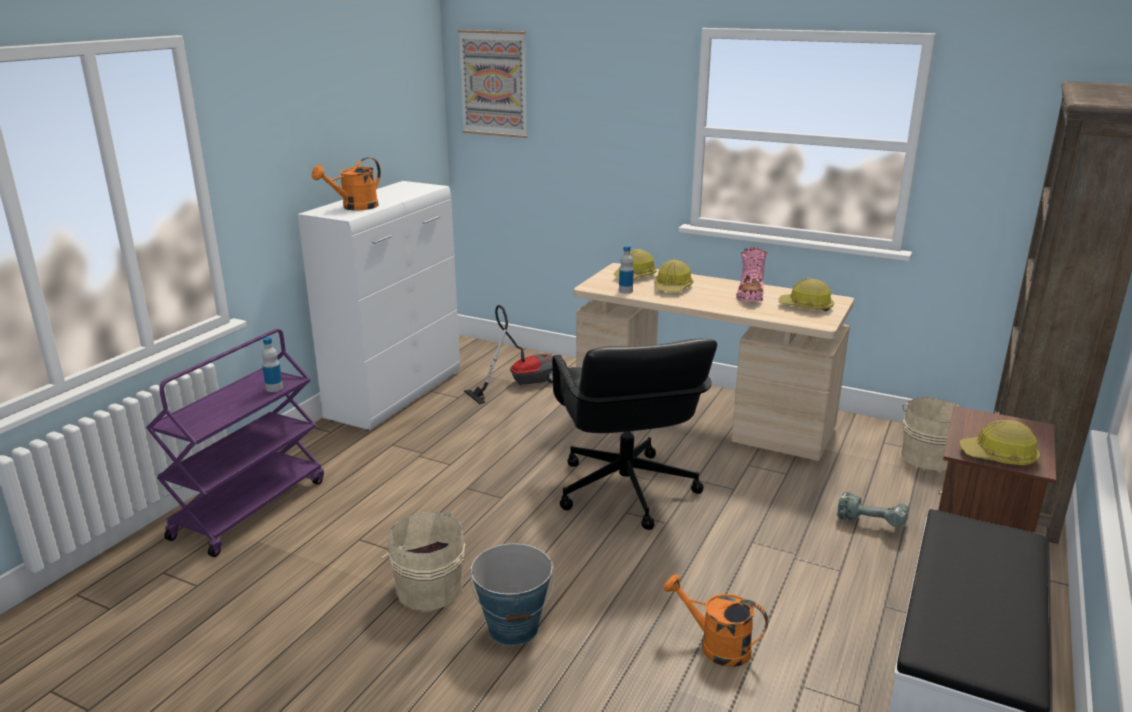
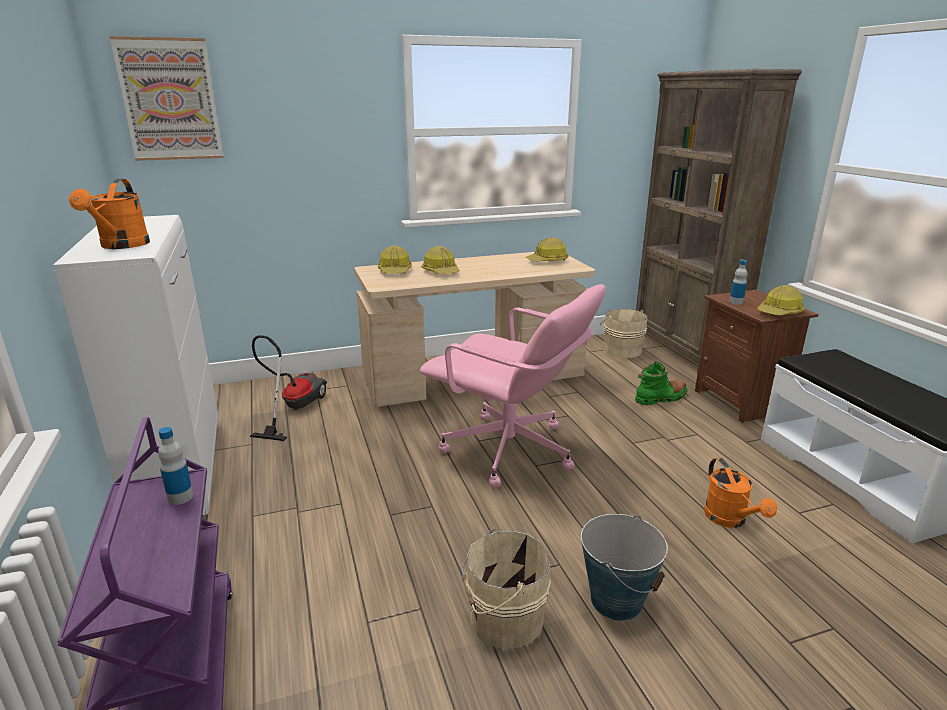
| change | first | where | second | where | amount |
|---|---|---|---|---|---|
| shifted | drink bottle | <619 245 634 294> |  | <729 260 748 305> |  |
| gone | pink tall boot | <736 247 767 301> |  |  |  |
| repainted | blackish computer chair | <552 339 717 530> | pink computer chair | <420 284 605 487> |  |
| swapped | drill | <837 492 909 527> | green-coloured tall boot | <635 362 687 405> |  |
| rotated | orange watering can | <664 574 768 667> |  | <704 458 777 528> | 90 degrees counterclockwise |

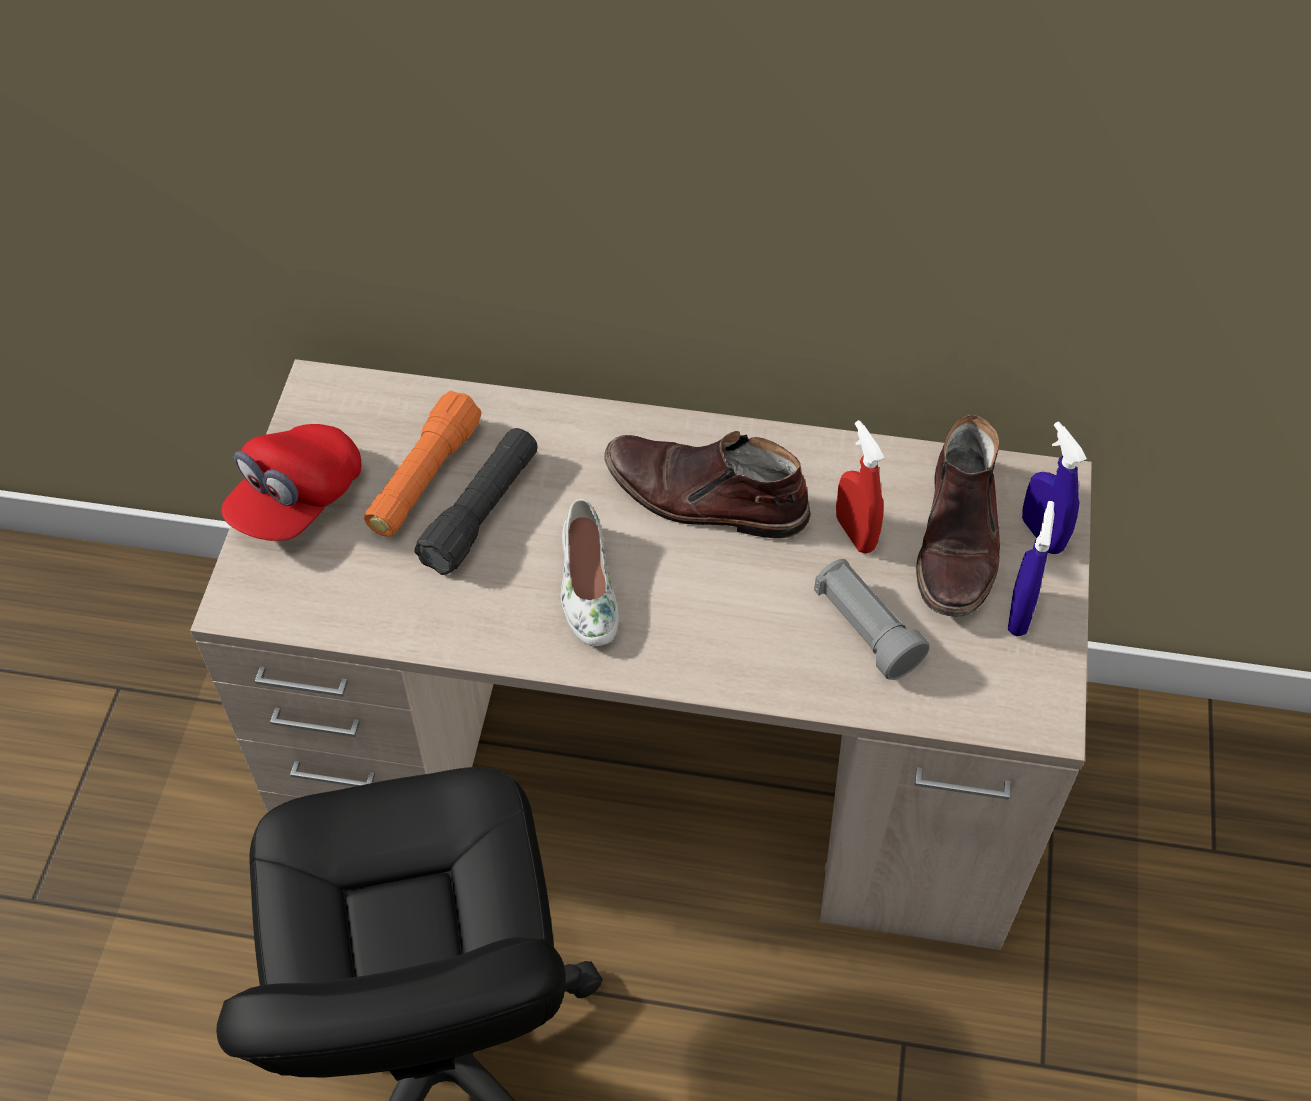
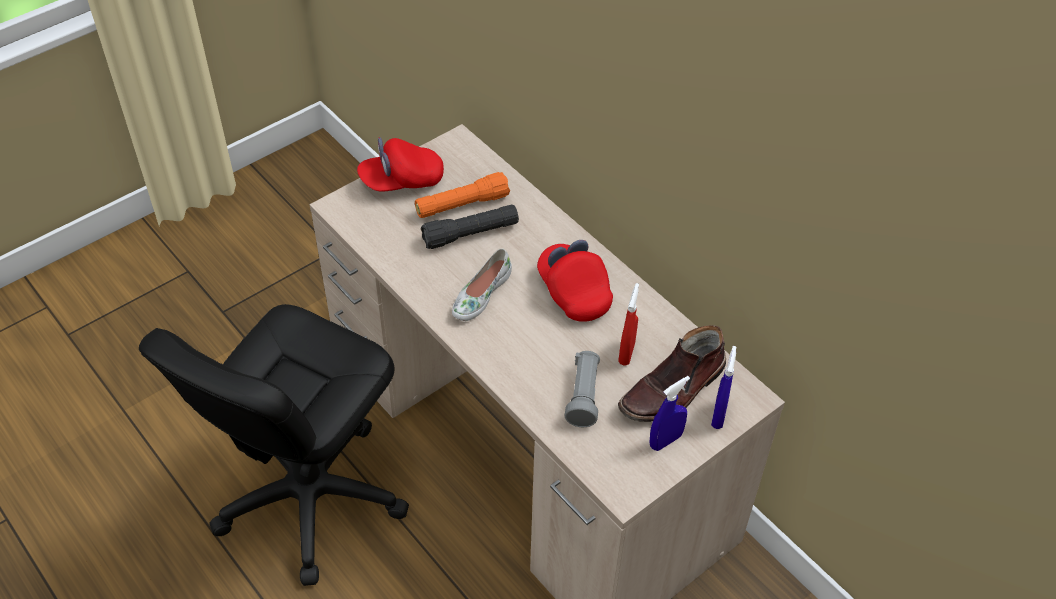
| change | first | where | second | where | amount |
|---|---|---|---|---|---|
| swapped | brown tall boot | <604 431 811 539> | red-coloured cap | <537 240 613 322> |  |

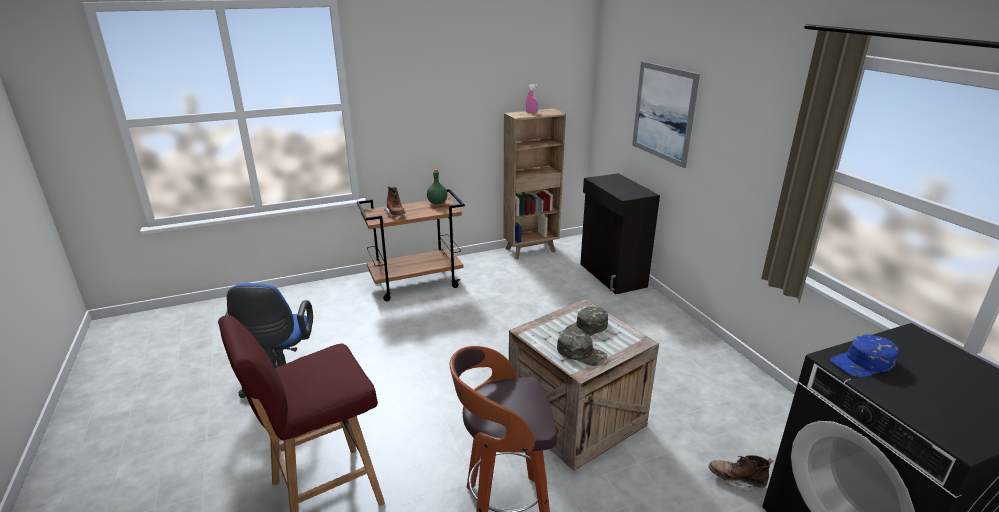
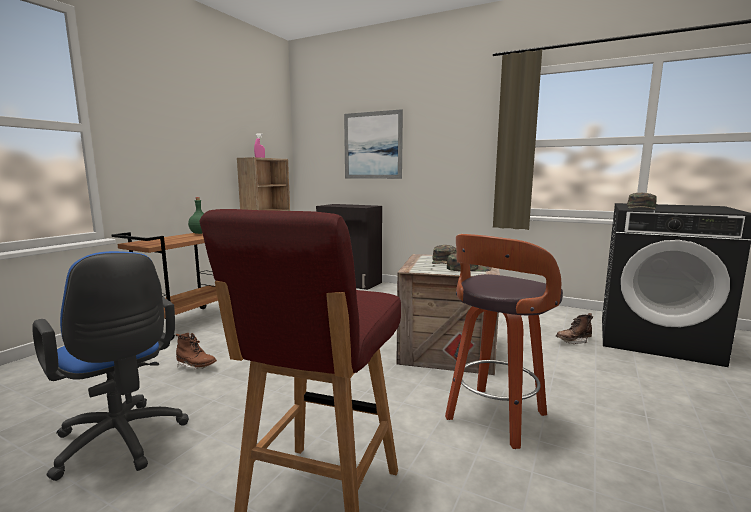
| change | first | where | second | where | amount |
|---|---|---|---|---|---|
| shifted | brown tall boot | <384 186 406 216> |  | <176 333 217 369> |  |
| repainted | bluish cap | <830 334 899 378> | green-coloured cap | <627 193 657 209> |  |

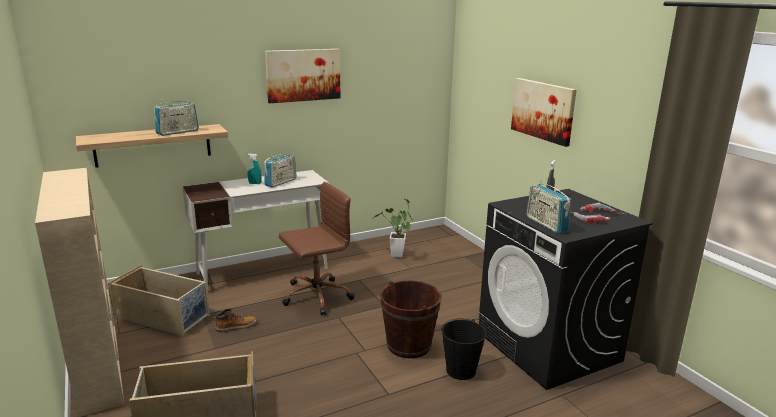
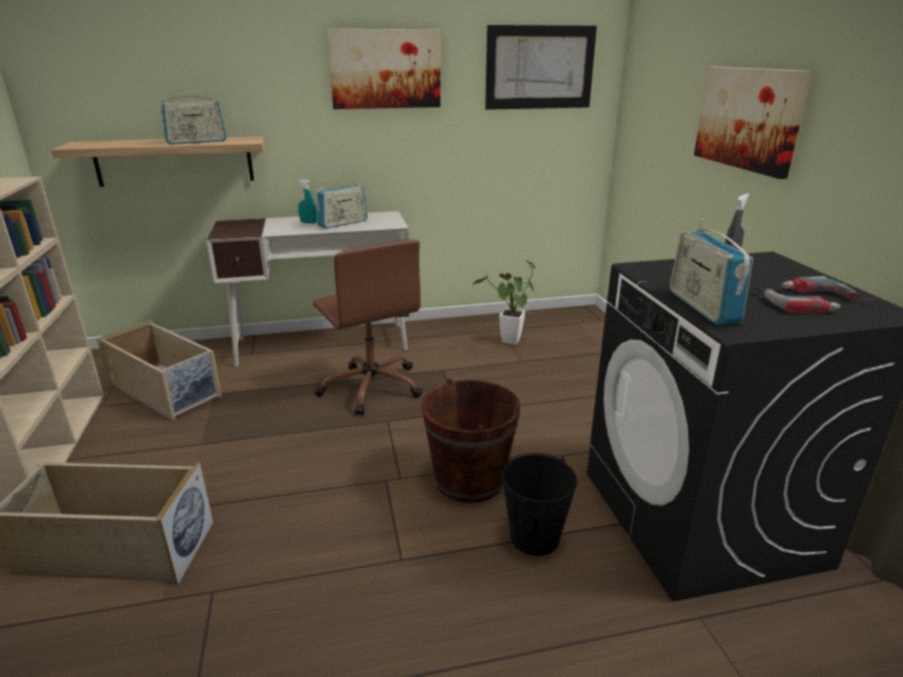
| change | first | where | second | where | amount |
|---|---|---|---|---|---|
| rotated | brown computer chair | <279 182 354 316> |  | <313 239 422 415> | 75 degrees clockwise |
| gone | tall boot | <214 309 256 332> |  |  |  |
| new |  |  | picture | <485 25 597 110> |  |

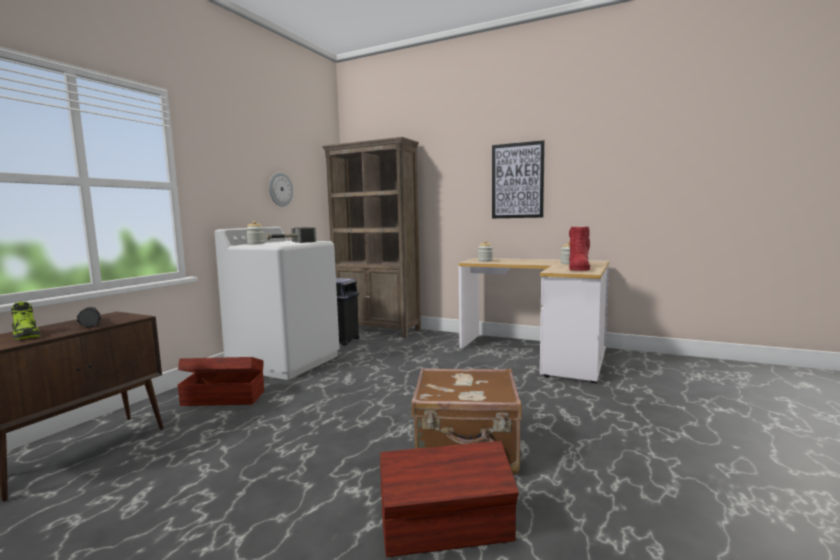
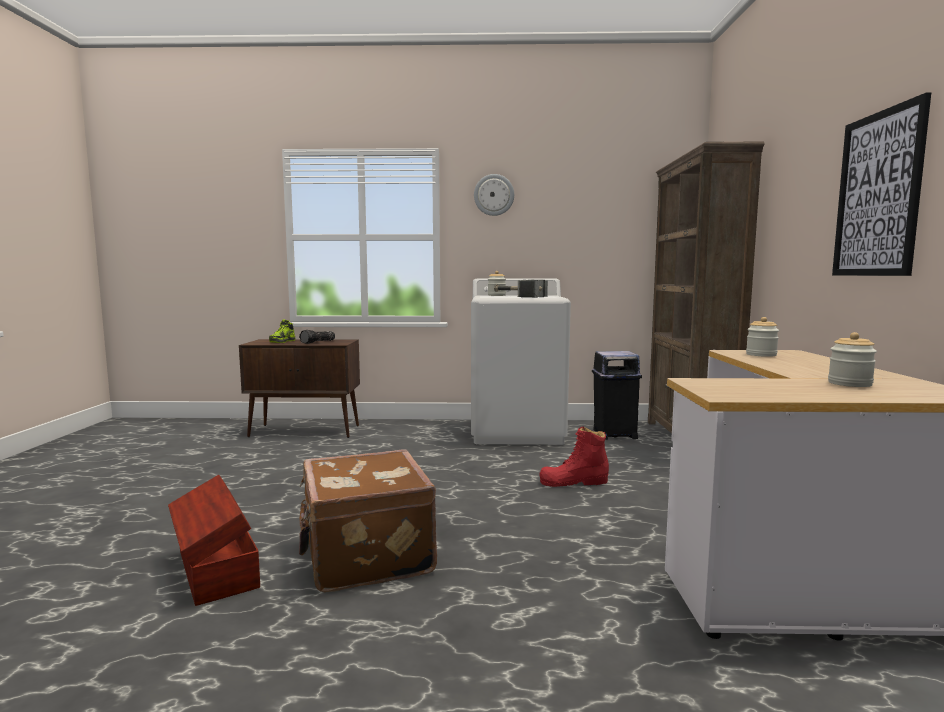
| change | first | where | second | where | amount |
|---|---|---|---|---|---|
| shifted | hanging clock | <269 172 293 207> |  | <474 174 514 216> |  |
| shifted | red-coloured tall boot | <569 227 591 271> |  | <539 426 609 487> |  |
| gone | brown storage box | <178 357 264 406> |  |  |  |

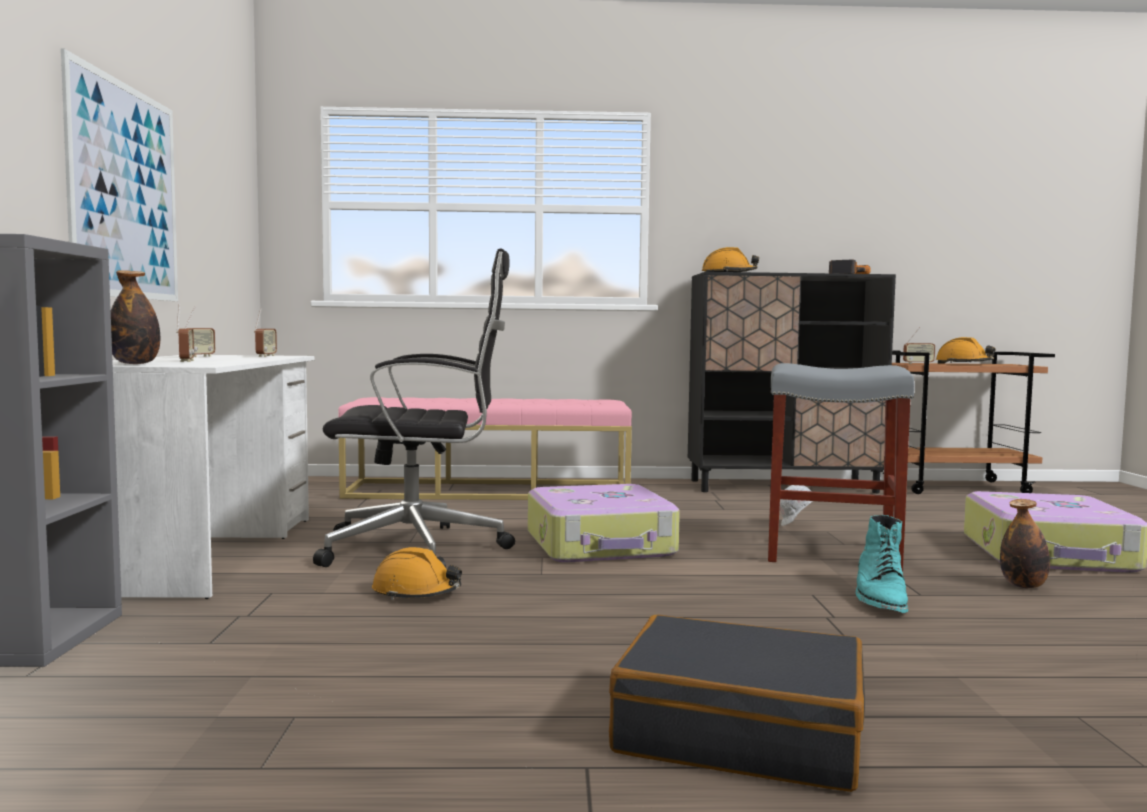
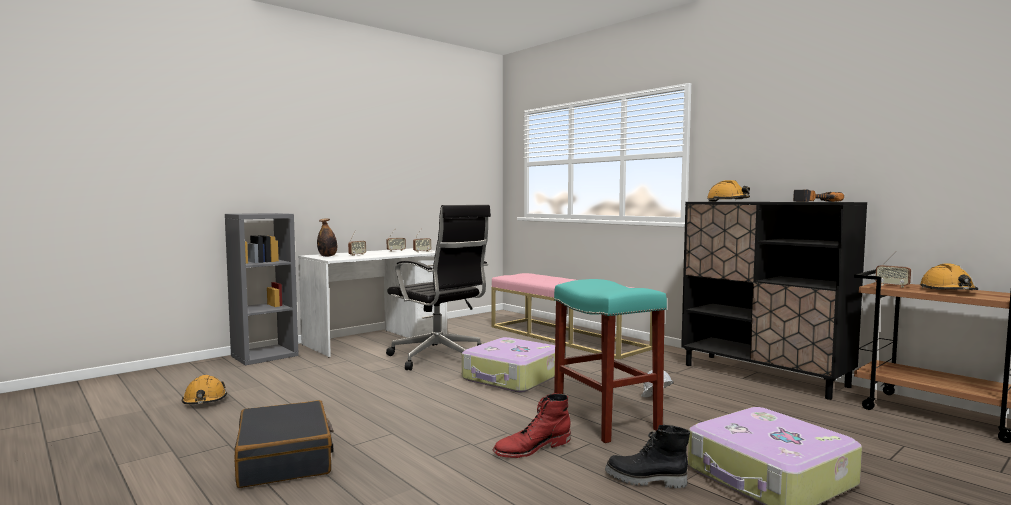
| change | first | where | second | where | amount |
|---|---|---|---|---|---|
| gone | picture | <61 49 178 301> |  |  |  |
| repainted | gray stool | <768 363 915 571> | blue-green stool | <554 279 667 443> |  |
| swapped | drink bottle | <1000 499 1050 588> | blackish tall boot | <605 425 690 488> |  |
| repainted | blue-green tall boot | <856 515 908 613> | red-coloured tall boot | <493 393 571 458> |  |
| shifted | orange safety helmet | <372 547 462 600> |  | <182 375 227 404> |  |

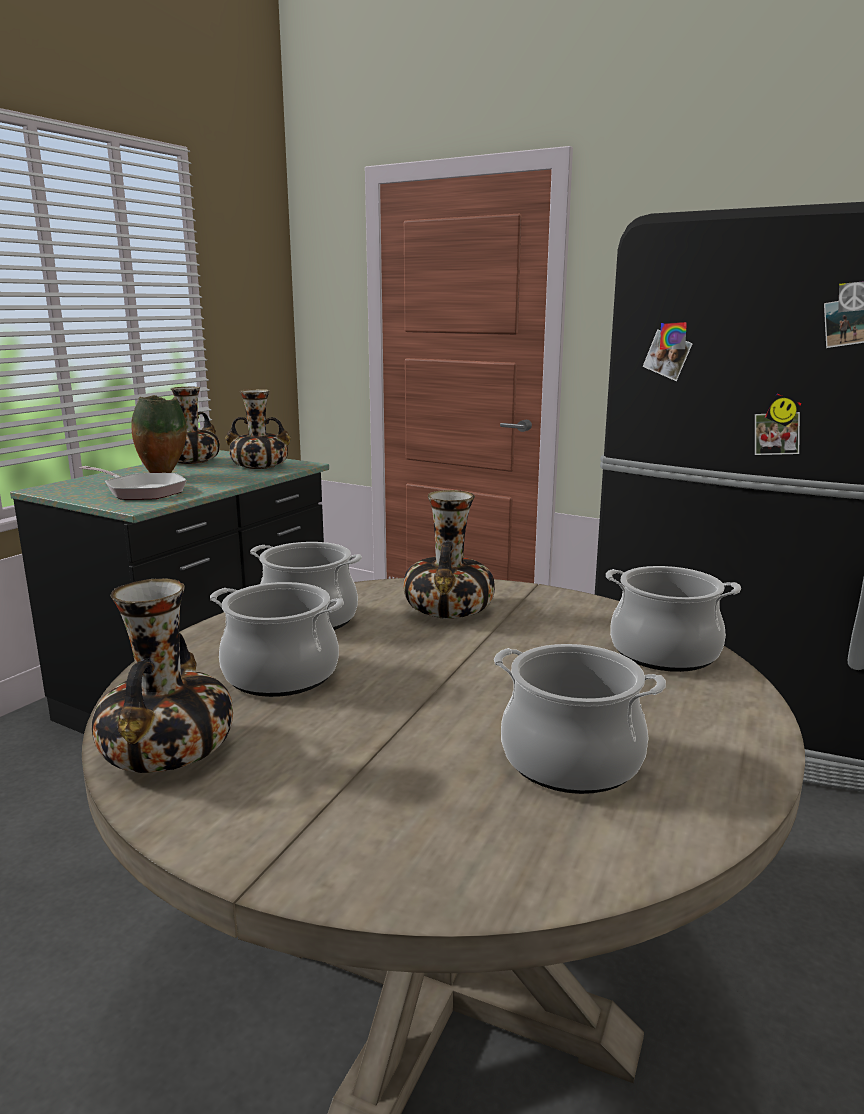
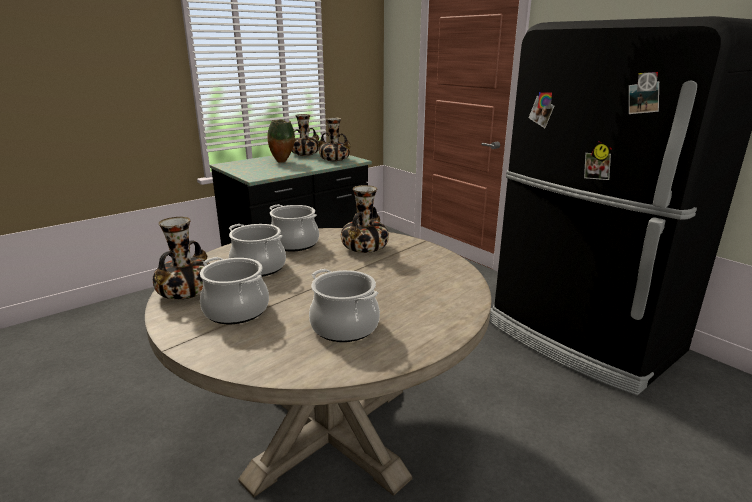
| change | first | where | second | where | amount |
|---|---|---|---|---|---|
| gone | pan | <79 466 187 500> |  |  |  |
| shifted | saucepot | <606 566 741 672> |  | <200 257 269 324> |  |

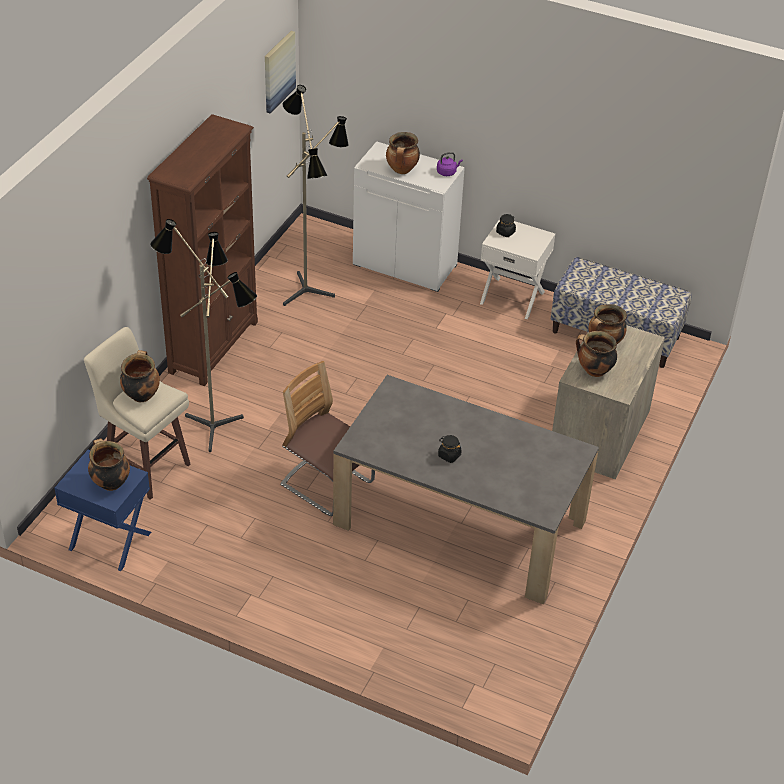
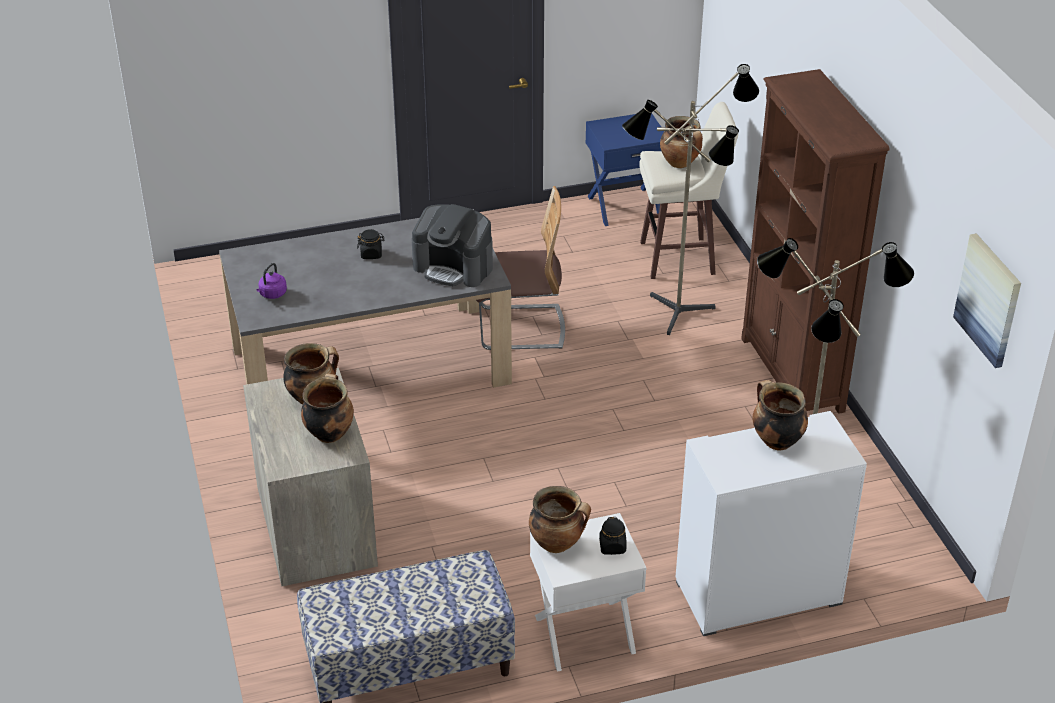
| change | first | where | second | where | amount |
|---|---|---|---|---|---|
| shifted | purplish kettle | <437 152 463 176> |  | <256 263 287 299> |  |
| shifted | saucepot | <88 439 130 491> |  | <529 486 591 553> |  |
| new |  |  | coffee maker | <412 204 493 287> |  |

